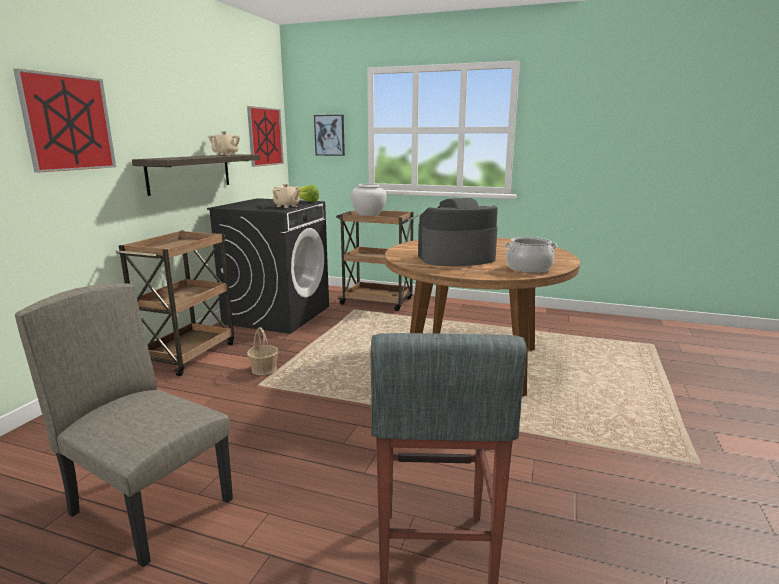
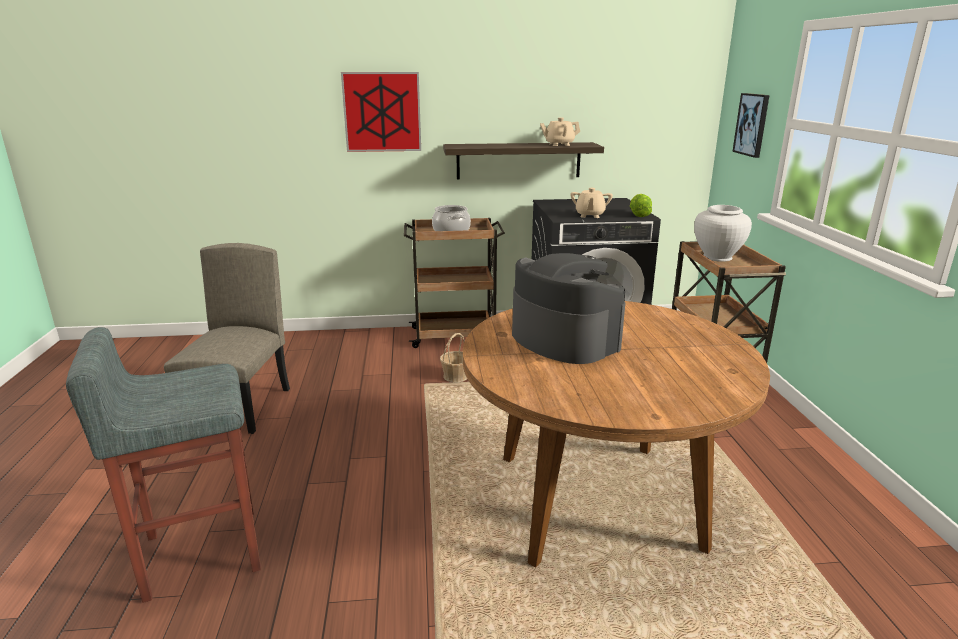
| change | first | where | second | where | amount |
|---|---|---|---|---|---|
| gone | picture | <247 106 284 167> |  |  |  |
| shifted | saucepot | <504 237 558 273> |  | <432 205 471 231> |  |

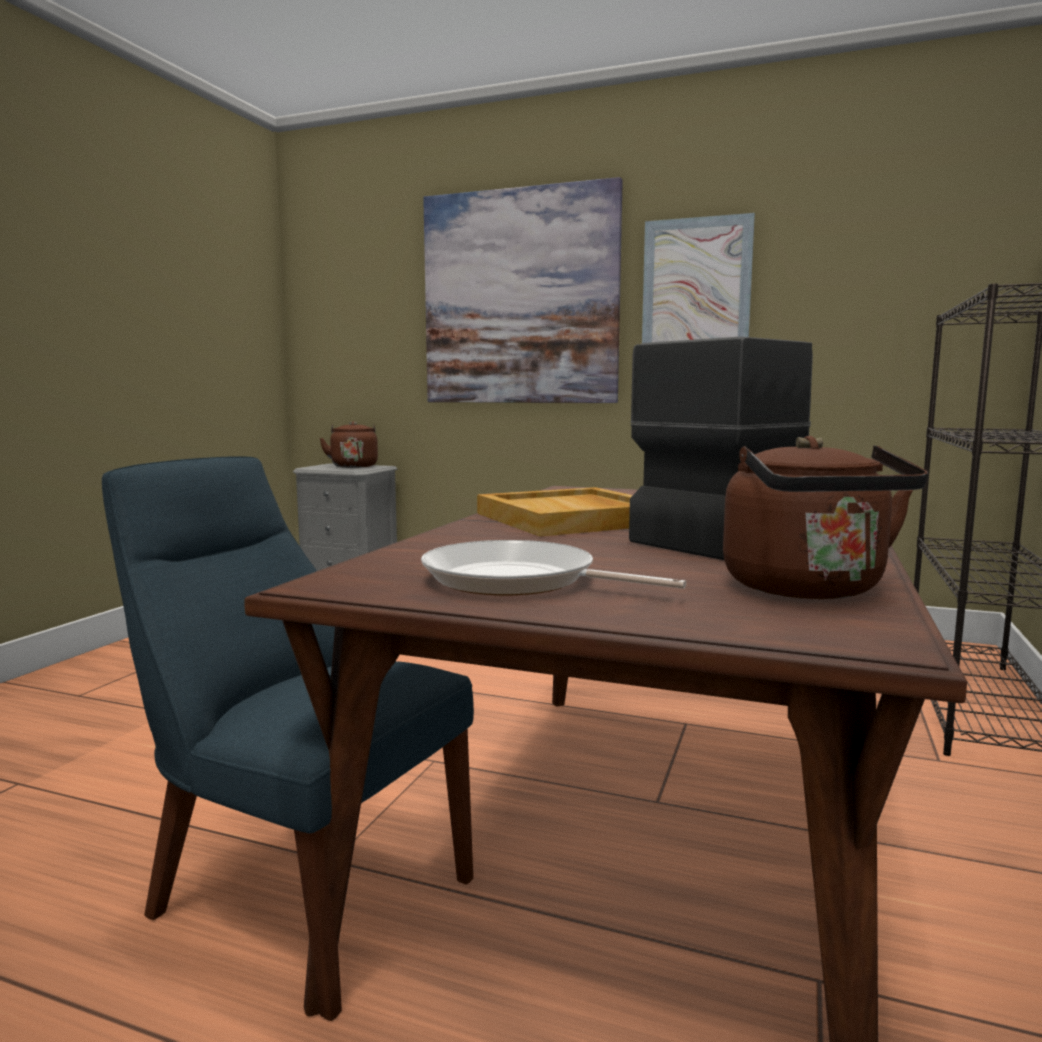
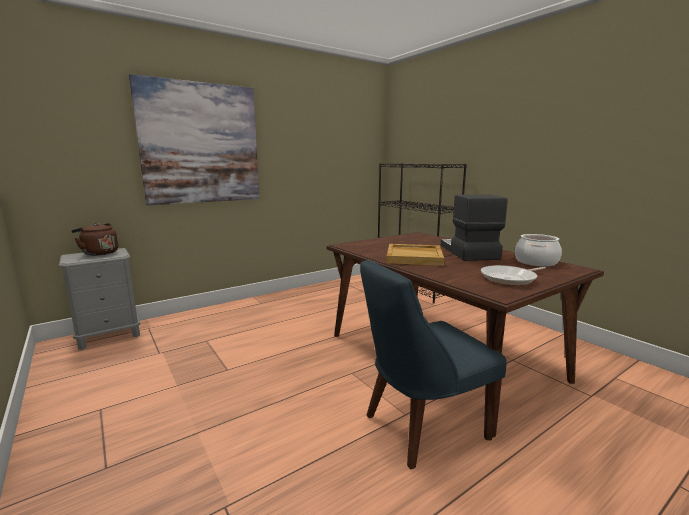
| change | first | where | second | where | amount |
|---|---|---|---|---|---|
| gone | picture | <642 213 755 343> |  |  |  |
| swapped | brown kettle | <723 436 928 599> | saucepot | <515 234 562 267> |  |

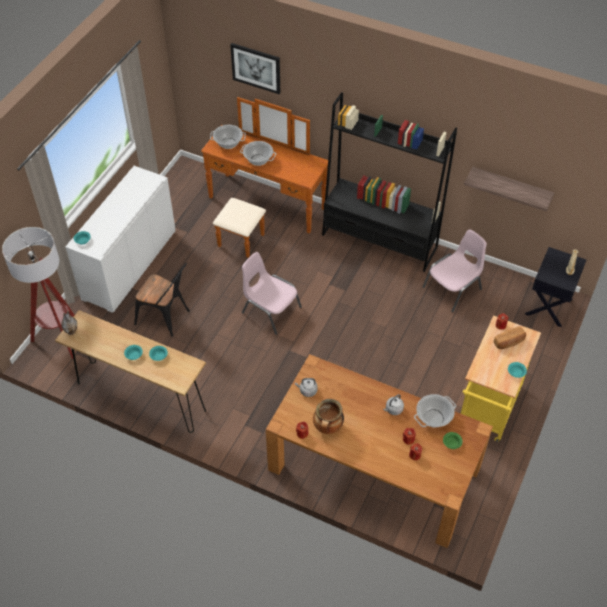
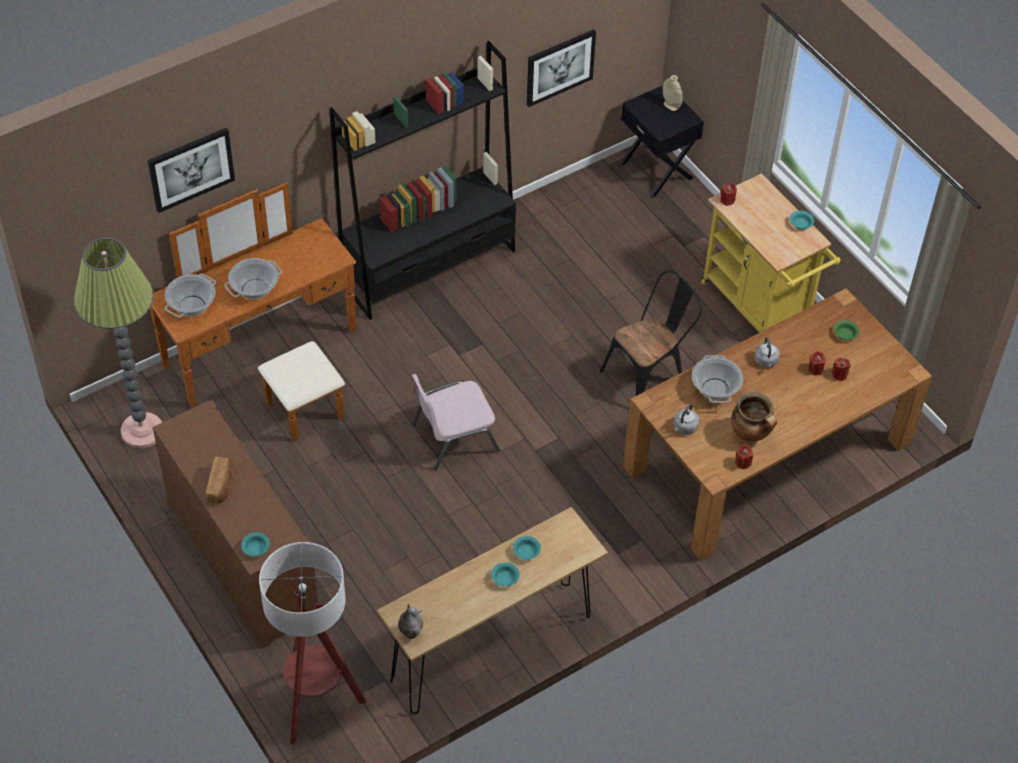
| change | first | where | second | where | amount |
|---|---|---|---|---|---|
| repainted | white cabinet | <65 166 176 313> | brown cabinet | <153 400 318 648> |  |
| swapped | wall shelf | <464 167 554 211> | picture | <527 29 596 107> |  |
| gone | pink upright chair | <423 230 487 312> |  |  |  |
| shifted | blackish upright chair | <134 263 190 337> |  | <600 270 702 396> |  |
| shifted | baked bread | <494 326 526 349> |  | <206 457 233 504> |  |
| shifted | saucepot | <414 394 456 427> |  | <692 355 743 403> |  |
| new |  |  | floor lamp | <74 238 162 449> |  |

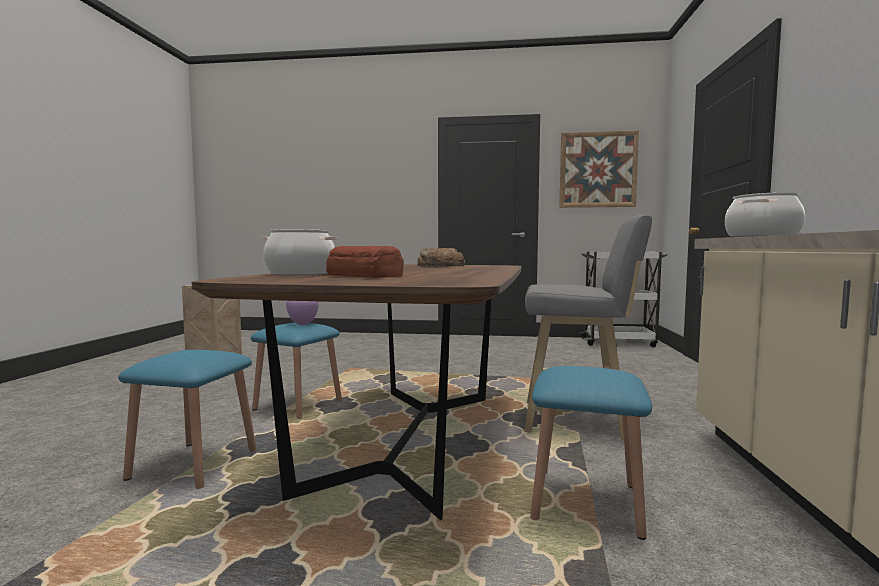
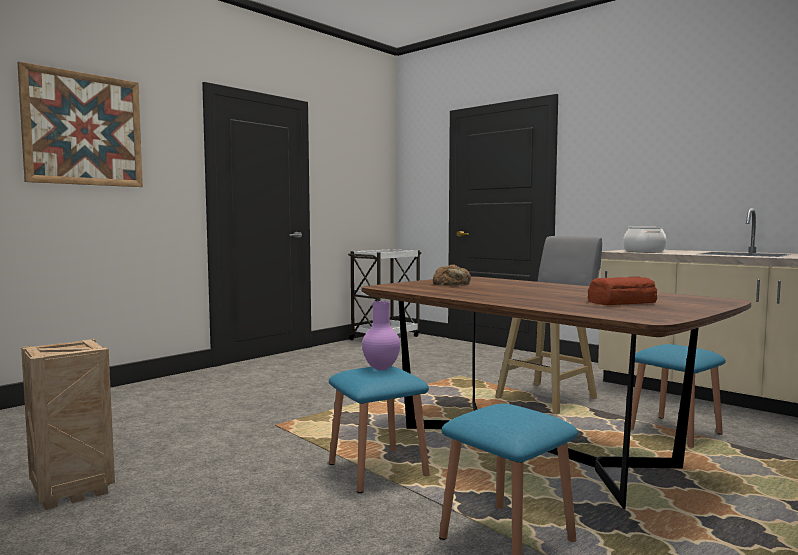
| change | first | where | second | where | amount |
|---|---|---|---|---|---|
| shifted | picture | <559 131 639 208> |  | <17 62 143 187> |  |
| gone | saucepot | <262 229 338 275> |  |  |  |

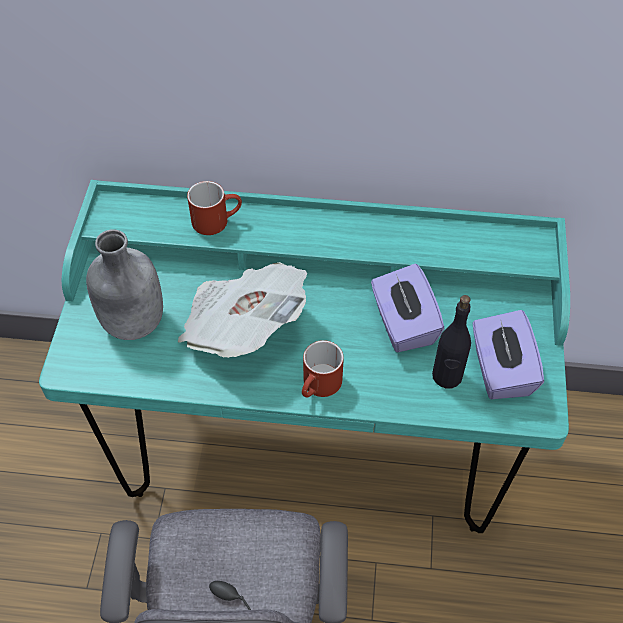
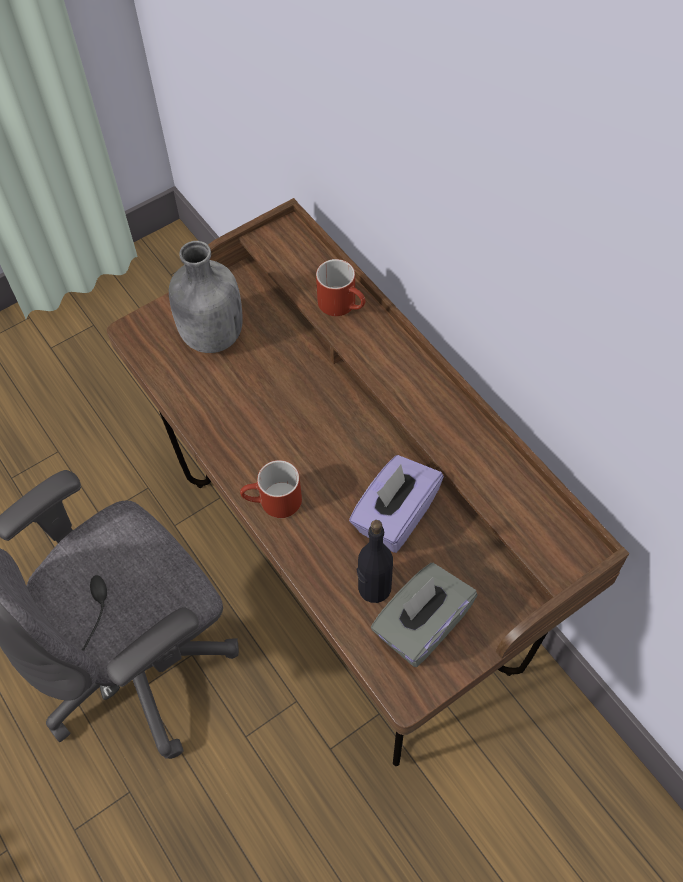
| change | first | where | second | where | amount |
|---|---|---|---|---|---|
| repainted | blue-green desk | <39 180 570 533> | brown desk | <107 198 629 766> |  |
| gone | printed paper | <177 262 308 358> |  |  |  |
| repainted | purplish tissue holder | <473 310 544 399> | gray tissue holder | <371 563 477 667> |  |

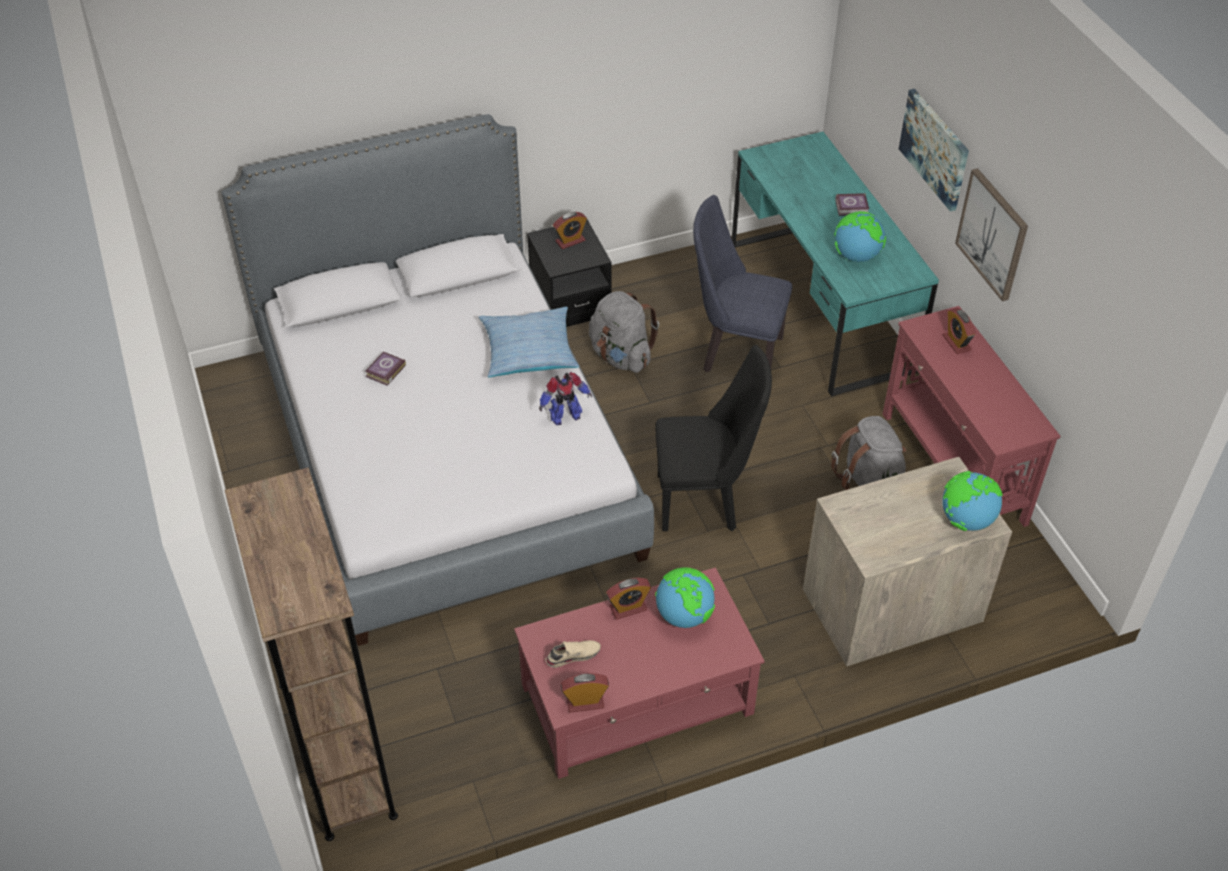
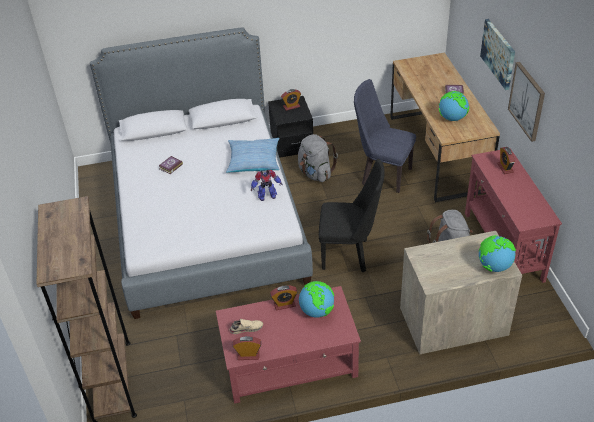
| change | first | where | second | where | amount |
|---|---|---|---|---|---|
| repainted | blue-green desk | <732 132 939 397> | brown desk | <390 53 500 202> |  |

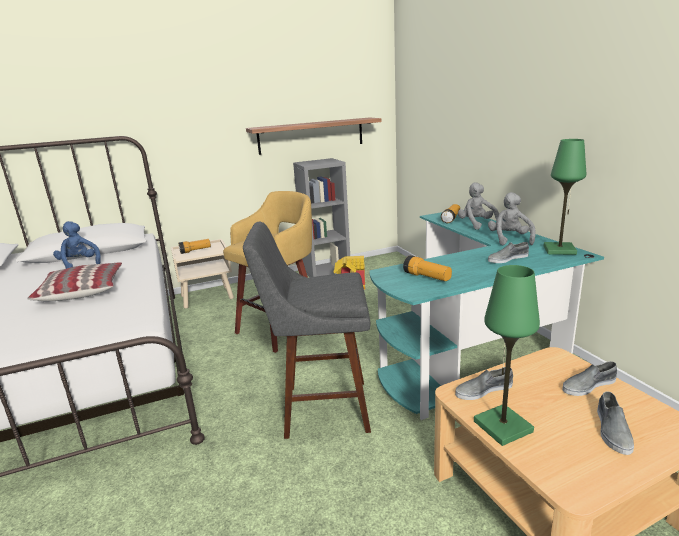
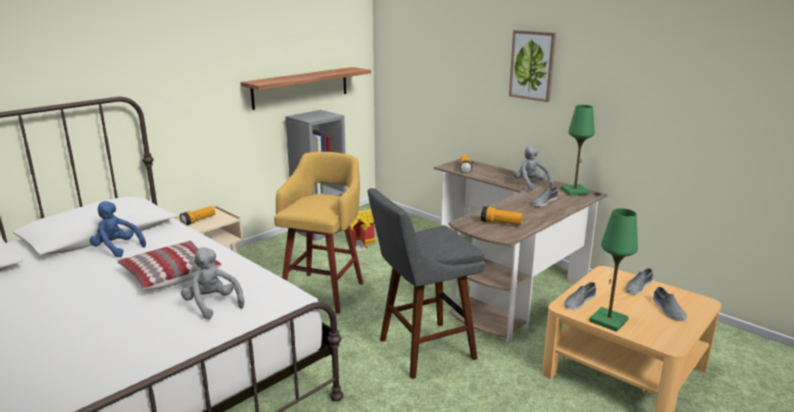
| change | first | where | second | where | amount |
|---|---|---|---|---|---|
| shifted | gray cuddly toy | <458 182 499 230> |  | <181 247 244 320> |  |
| repainted | blue-green desk | <370 212 604 420> | brown desk | <434 159 608 342> |  |
| new |  |  | picture | <509 30 556 102> |  |

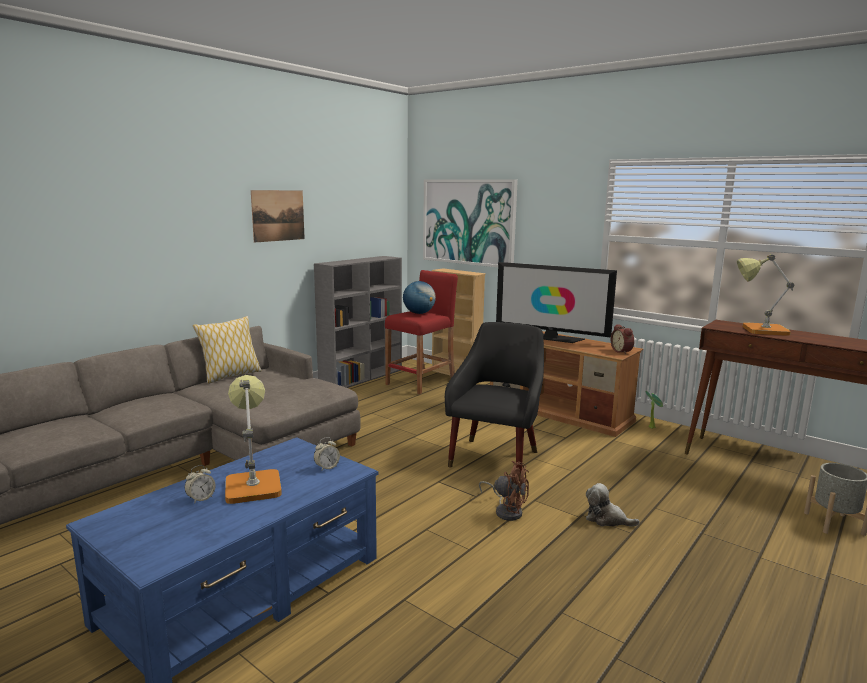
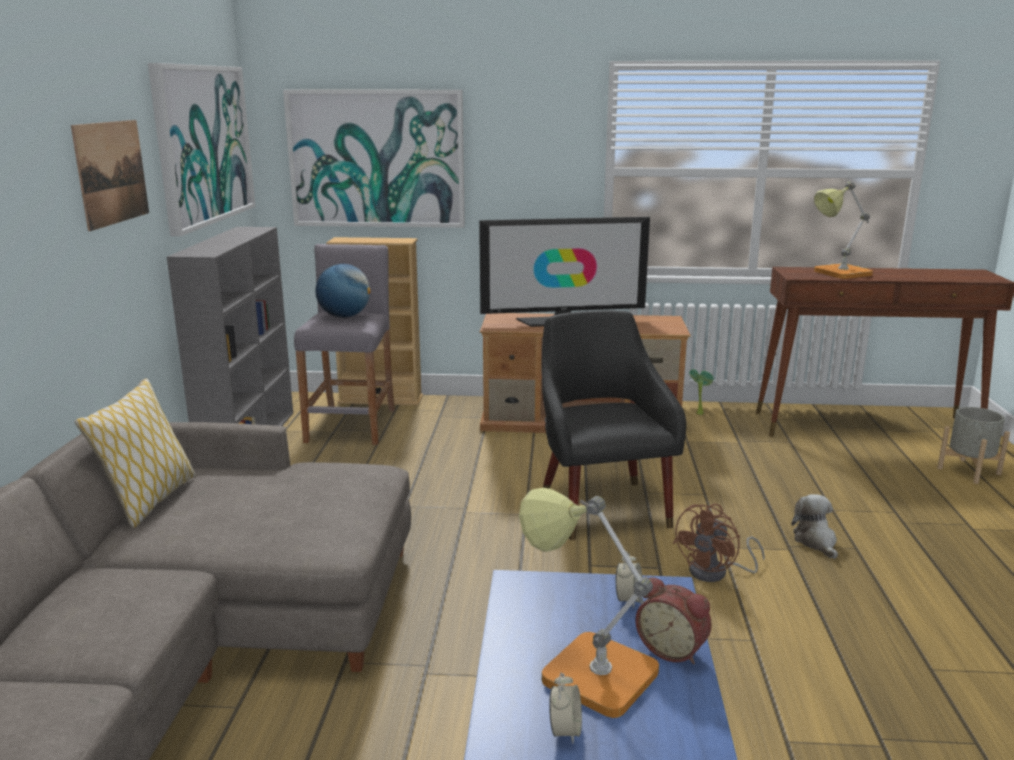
| change | first | where | second | where | amount |
|---|---|---|---|---|---|
| repainted | red-coloured stool | <385 270 458 395> | gray stool | <294 244 395 445> |  |
| shifted | bedside clock | <611 324 634 354> |  | <635 577 712 665> |  |
| rotated | brown fan | <479 461 529 521> |  | <673 504 765 582> | 135 degrees clockwise |
| rotated | cuddly toy | <586 483 640 527> |  | <791 494 838 559> | 90 degrees clockwise |
| new |  |  | picture | <148 63 255 236> |  |

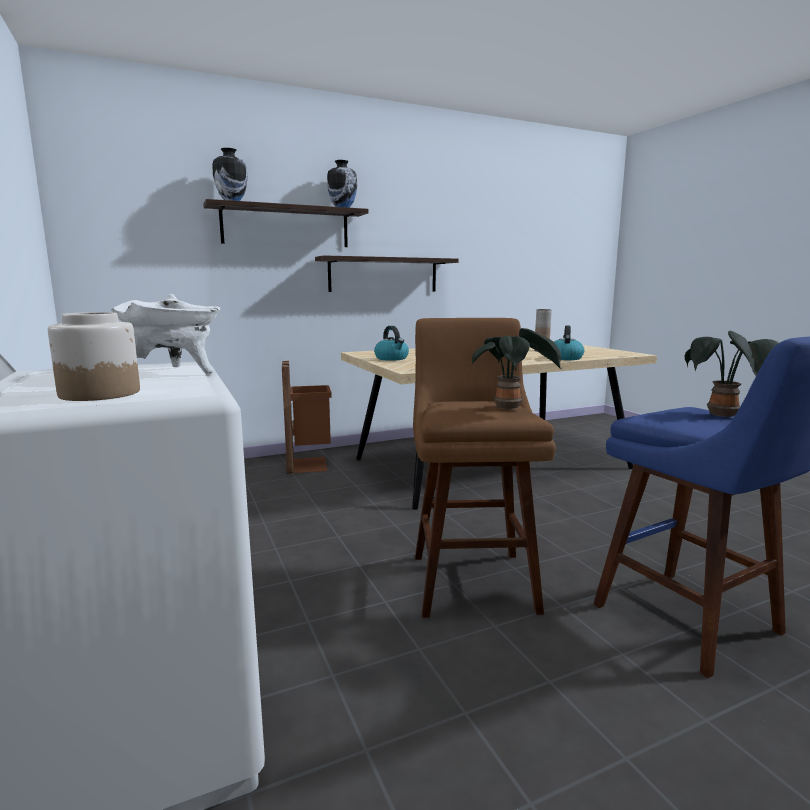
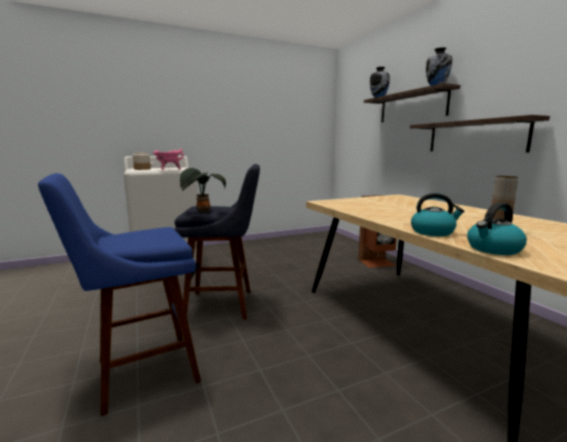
| change | first | where | second | where | amount |
|---|---|---|---|---|---|
| repainted | white saucepot | <111 294 221 374> | pink saucepot | <153 149 184 170> |  |
| repainted | brown stool | <413 318 556 618> | bluish stool | <174 164 260 320> |  |
| shifted | kettle | <374 326 409 361> |  | <467 202 527 255> |  |
| gone | potted plant | <685 331 778 417> |  |  |  |

